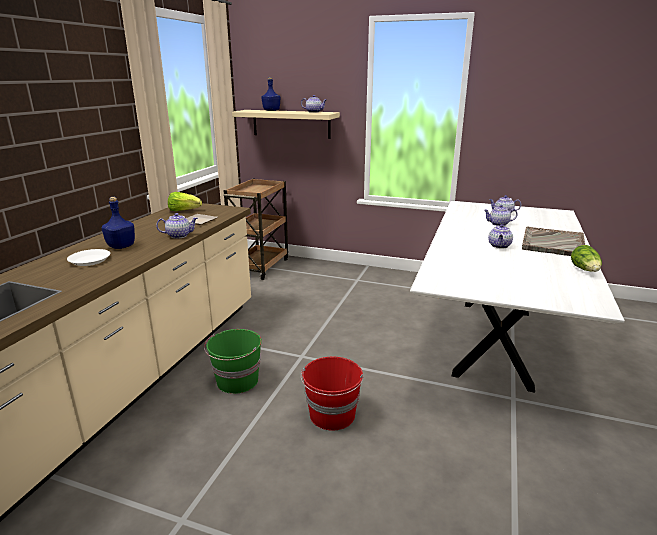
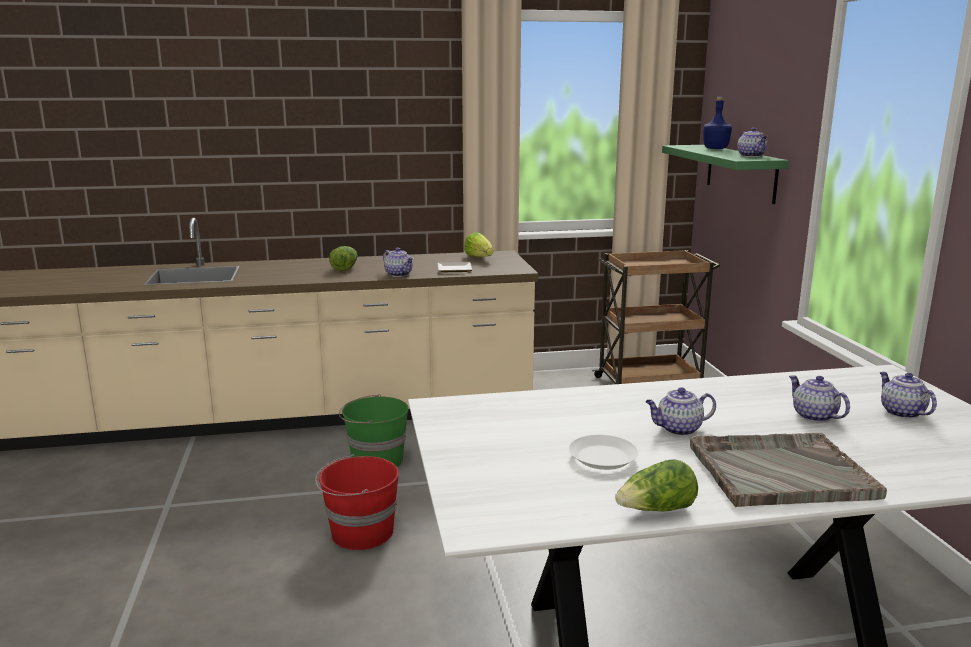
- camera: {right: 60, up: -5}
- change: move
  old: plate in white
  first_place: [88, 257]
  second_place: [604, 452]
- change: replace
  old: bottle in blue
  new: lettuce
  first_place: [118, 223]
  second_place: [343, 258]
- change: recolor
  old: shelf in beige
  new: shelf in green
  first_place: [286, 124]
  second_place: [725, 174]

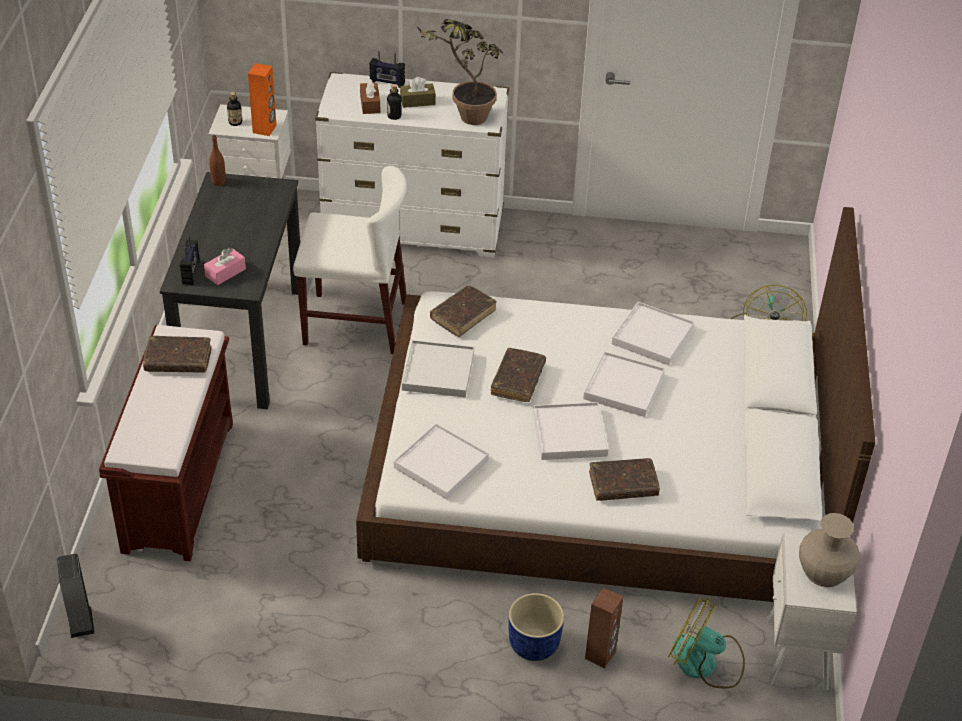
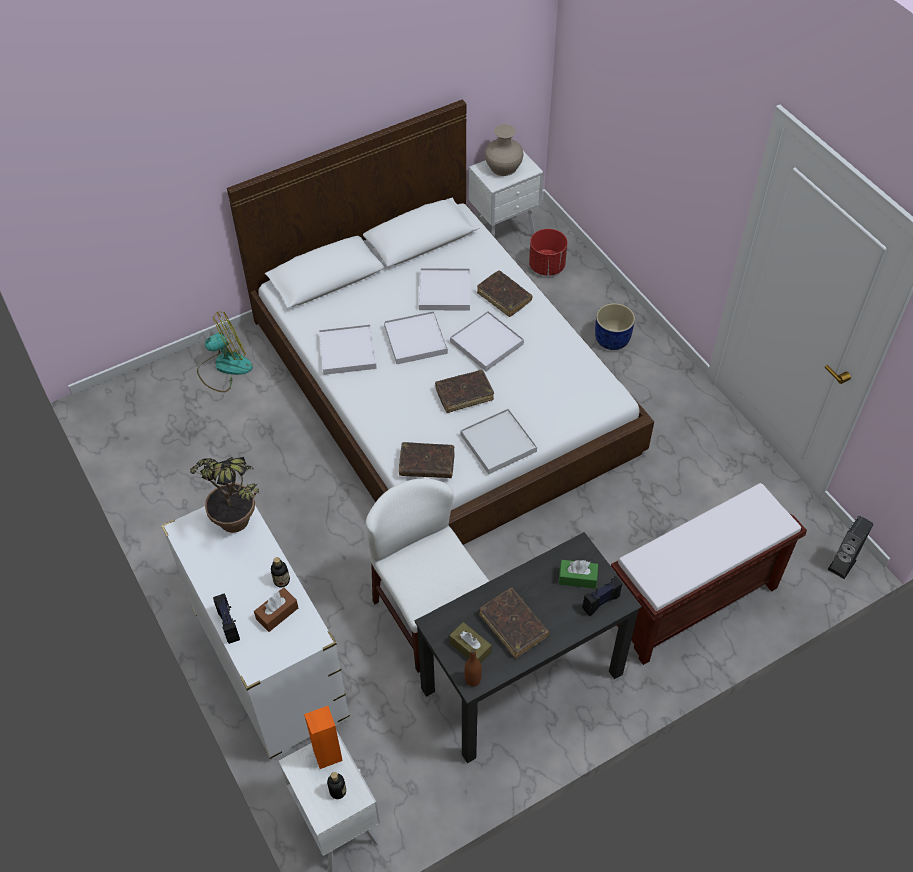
- camera: {right: -125, up: 10}
- change: move
  old: book in brown
  first_place: [177, 354]
  second_place: [514, 623]
- change: recolor
  old: tissue box in pink
  new: tissue box in green
  first_place: [225, 266]
  second_place: [578, 574]
- change: move
  old: tray in white
  first_place: [441, 461]
  second_place: [444, 289]
- change: move
  old: tissue box in brown
  first_place: [418, 92]
  second_place: [471, 642]
- change: delete
  old: speaker in brown
  first_place: [604, 628]
- change: replace
  old: fan
  new: planter in red
  first_place: [706, 642]
  second_place: [548, 252]

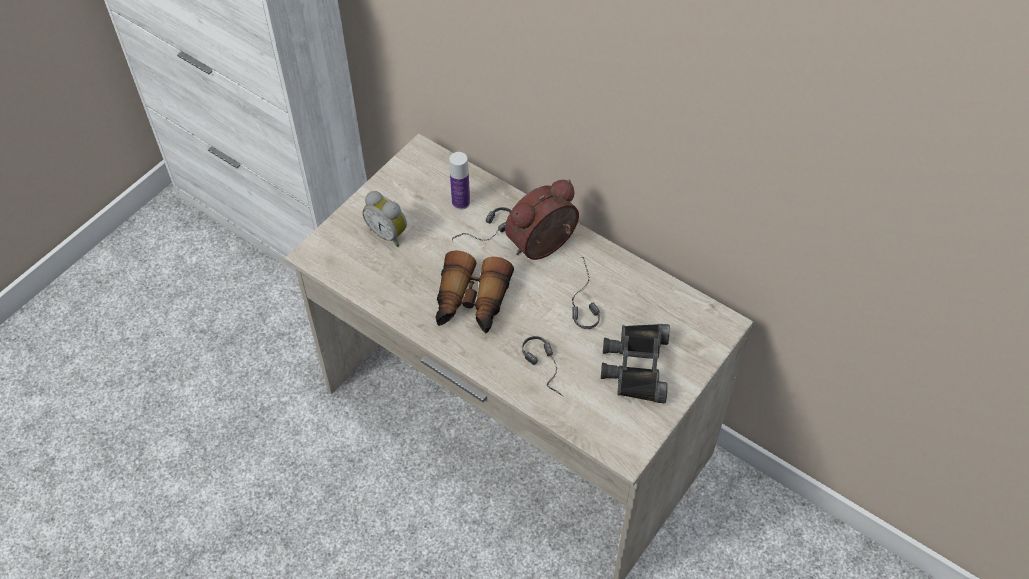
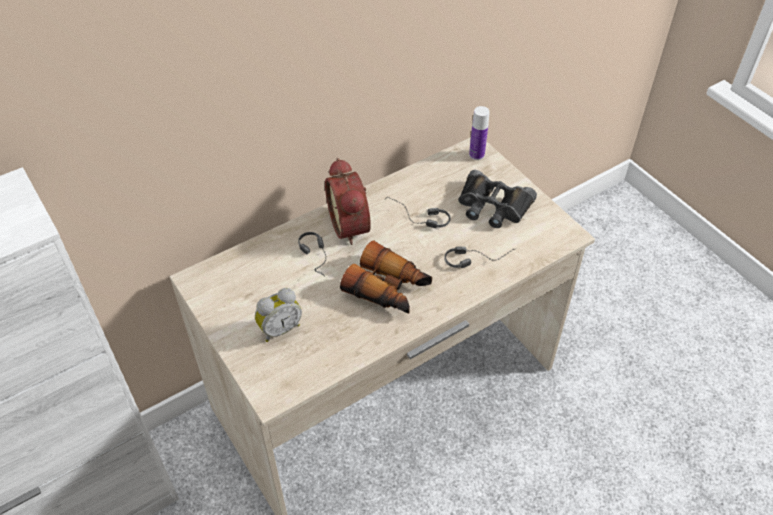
- camera: {right: -70, up: -5}
- change: move
  old: bottle
  first_place: [459, 181]
  second_place: [479, 133]

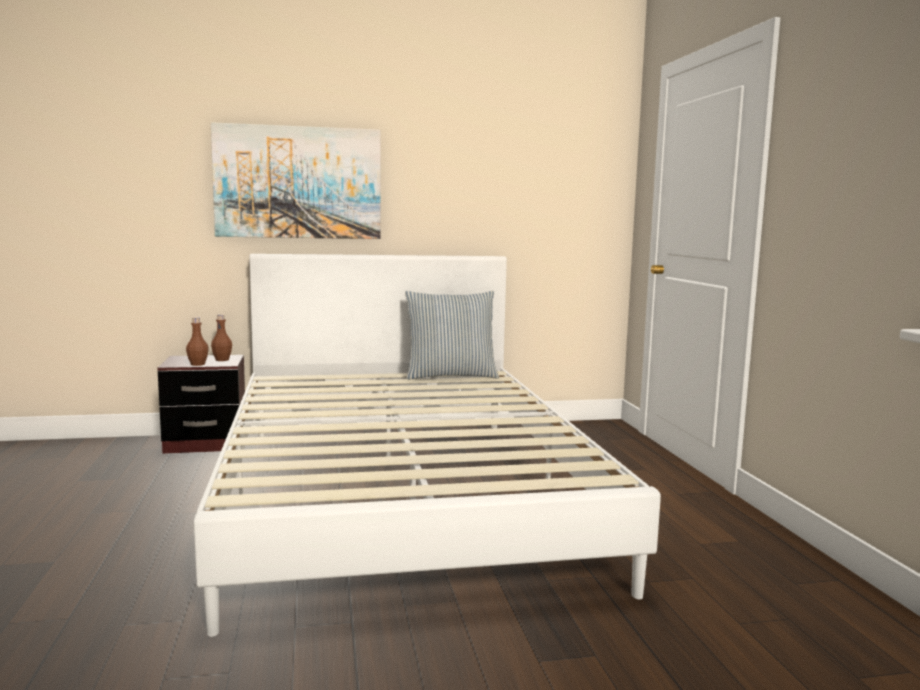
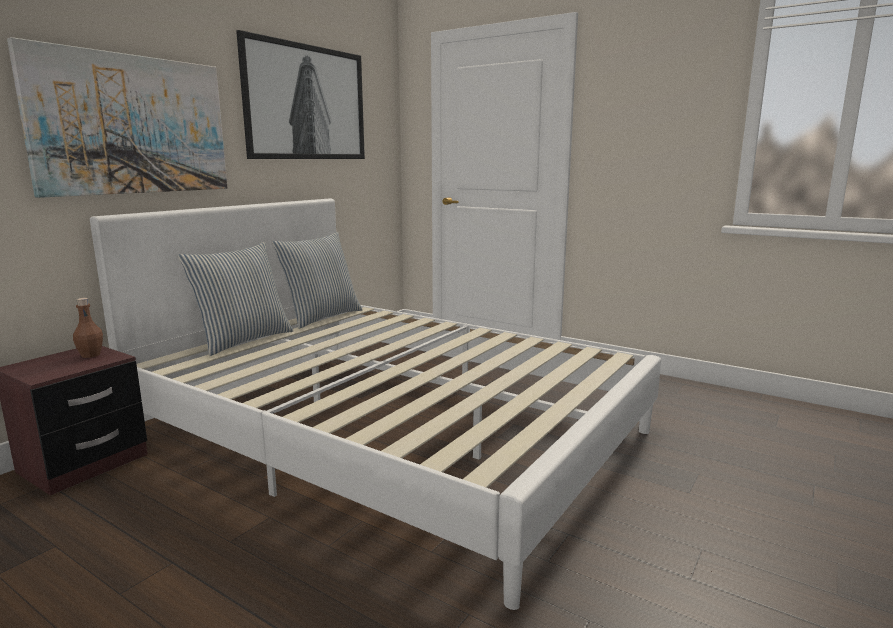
- camera: {right: -45, up: 5}
- change: delete
  old: bottle in brown
  first_place: [197, 341]
- change: insert
  new: pillow
  second_place: [236, 299]
- change: insert
  new: picture
  second_place: [300, 94]

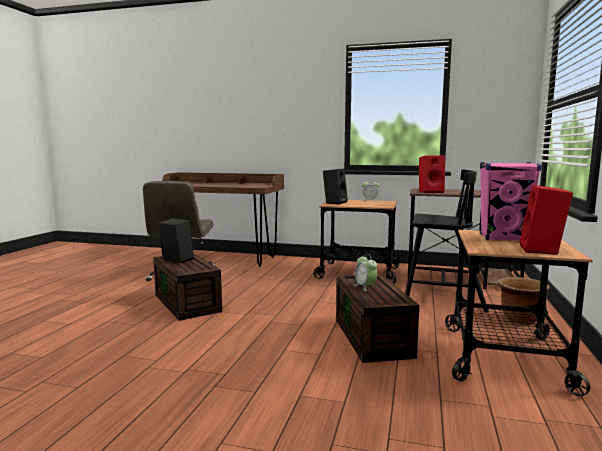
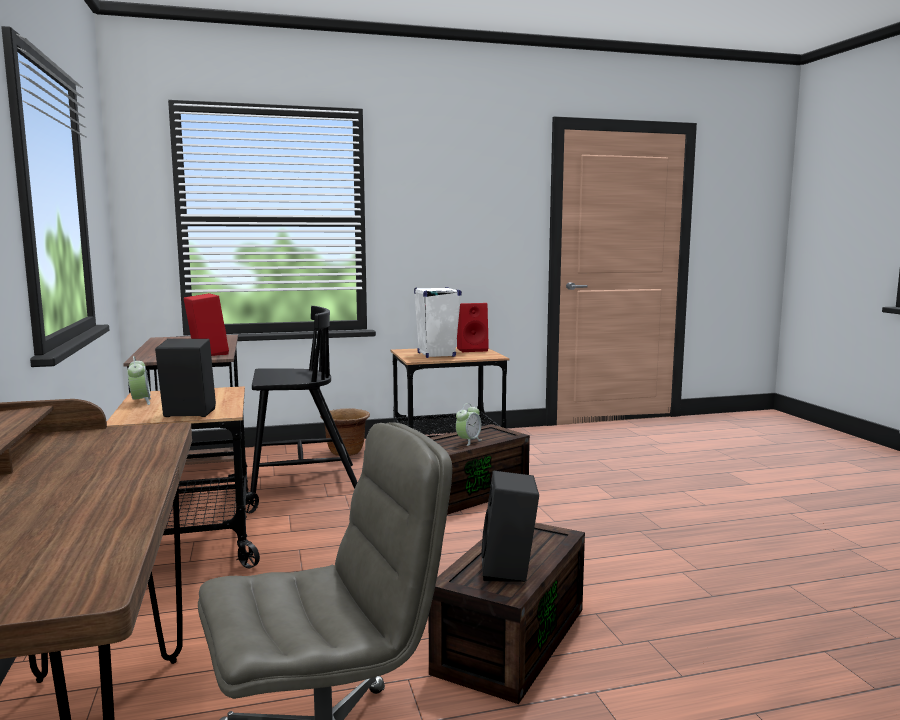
- camera: {right: -120, up: 0}
- change: rotate
  old: chair in black
  first_place: [447, 241]
  second_place: [303, 402]
  degrees: 90
- change: recolor
  old: speaker in pink
  new: speaker in white
  first_place: [511, 201]
  second_place: [438, 322]

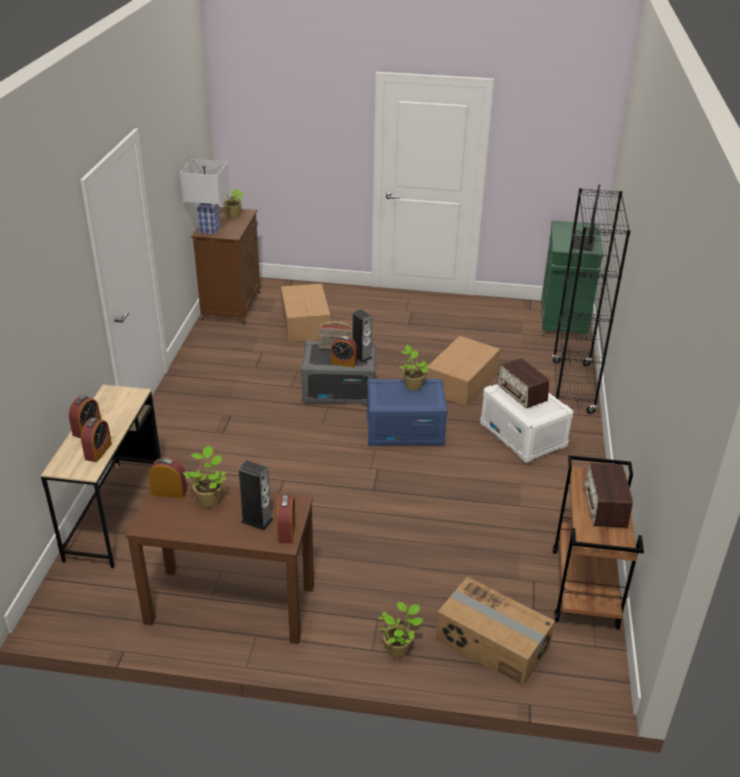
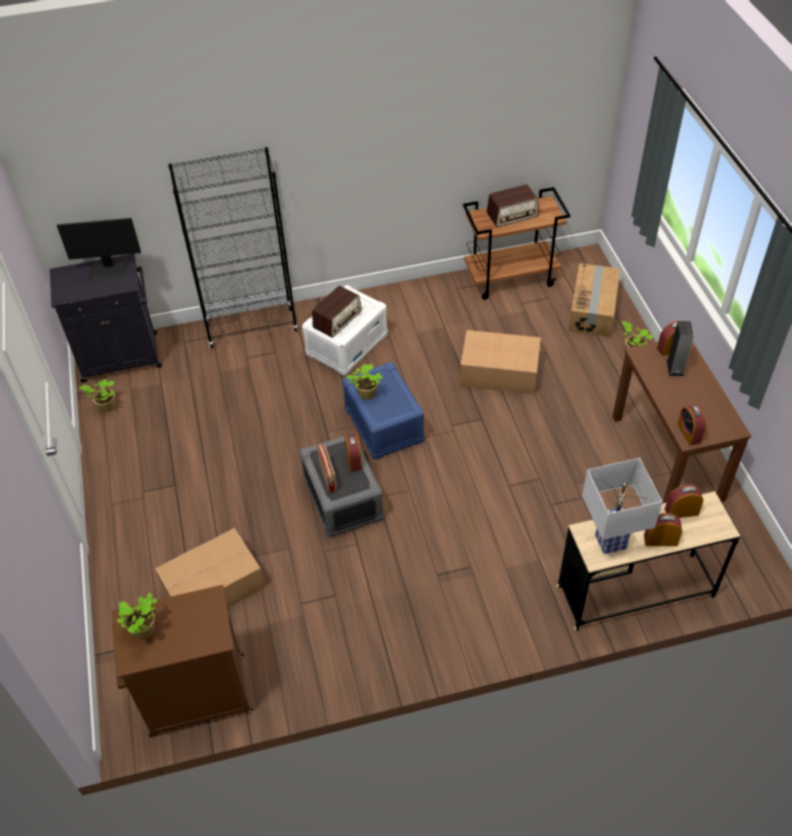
- camera: {right: -110, up: 15}
- change: move
  old: table lamp in white
  first_place: [205, 196]
  second_place: [622, 506]
- change: move
  old: potted plant
  first_place: [204, 476]
  second_place: [97, 395]
- change: delete
  old: speaker
  first_place: [363, 335]
- change: move
  old: cardboard box
  first_place: [463, 371]
  second_place: [500, 362]
- change: recolor
  old: cabinet in green
  new: cabinet in black
  first_place: [572, 280]
  second_place: [106, 318]

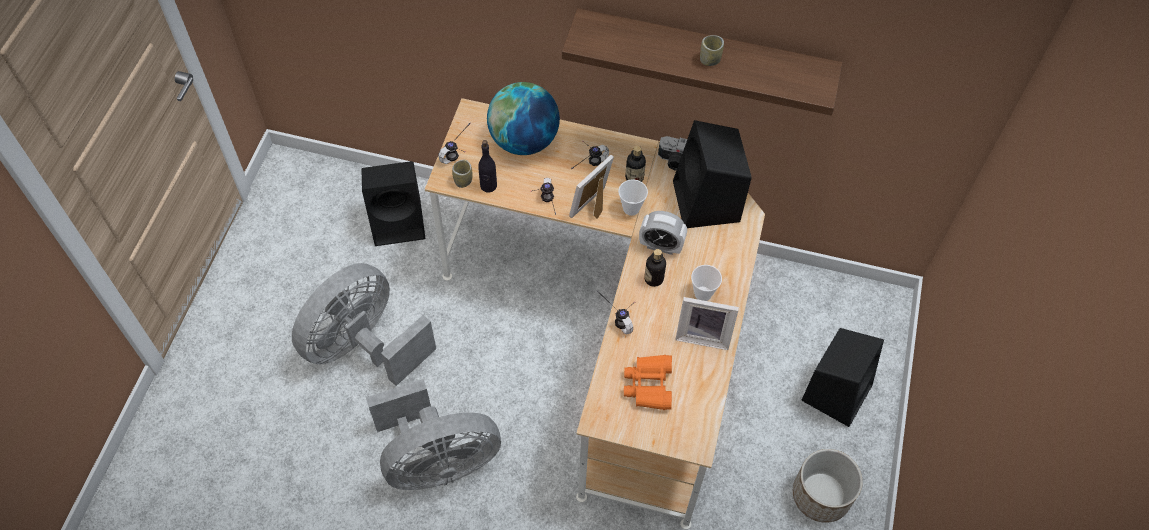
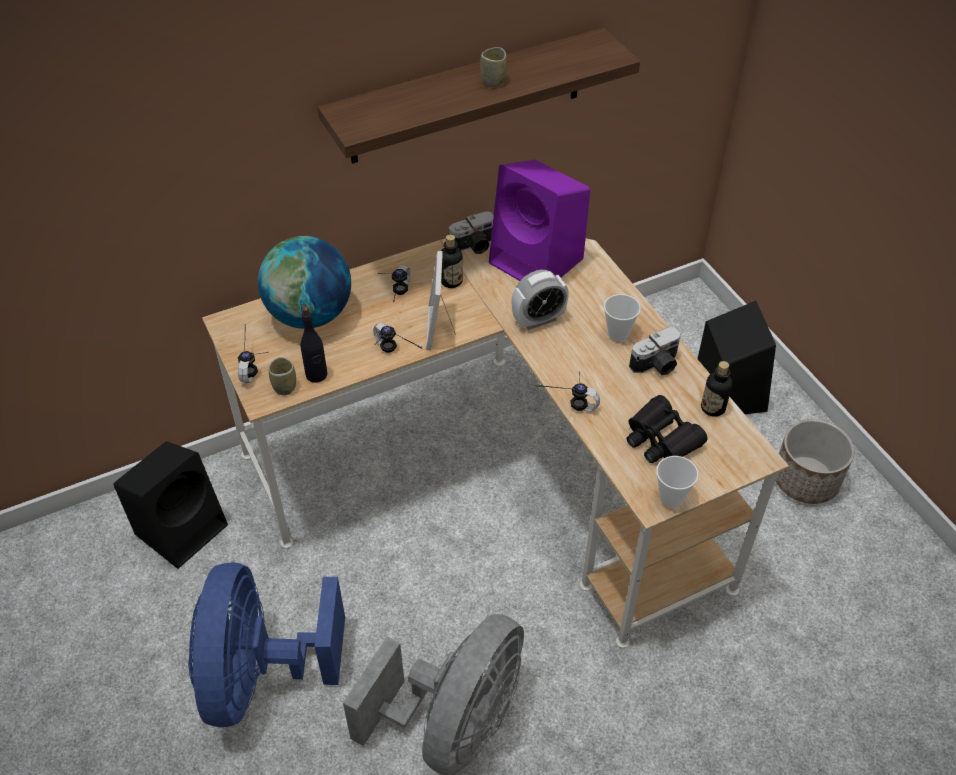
- camera: {right: -40, up: -10}
- change: recolor
  old: fan in grey
  new: fan in blue
  first_place: [364, 324]
  second_place: [266, 644]
- change: move
  old: cup
  first_place: [633, 197]
  second_place: [677, 481]
- change: recolor
  old: binoculars in orange
  new: binoculars in black
  first_place: [648, 382]
  second_place: [667, 429]
- change: move
  old: bottle
  first_place: [655, 268]
  second_place: [716, 389]
- change: recolor
  old: speaker in black
  new: speaker in purple
  first_place: [712, 174]
  second_place: [539, 220]
- change: replace
  old: picture frame
  new: photo camera
  first_place: [707, 323]
  second_place: [655, 351]

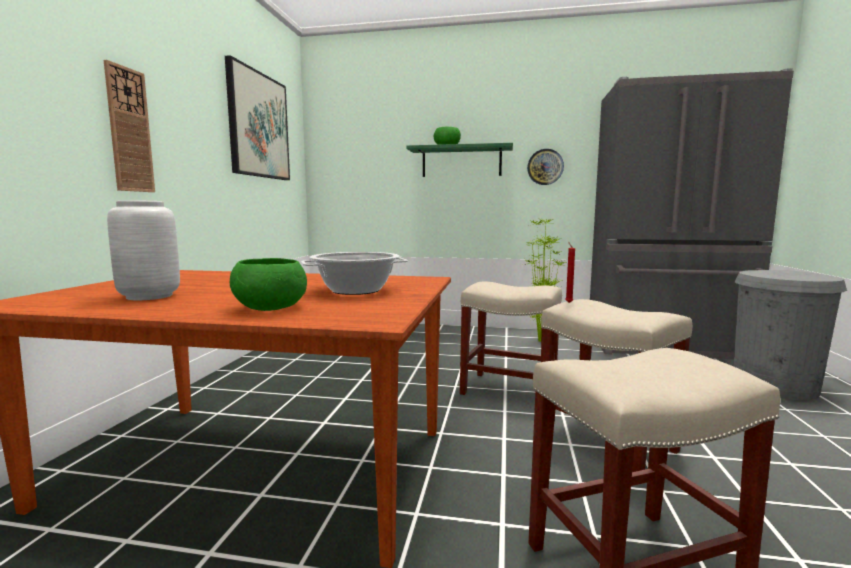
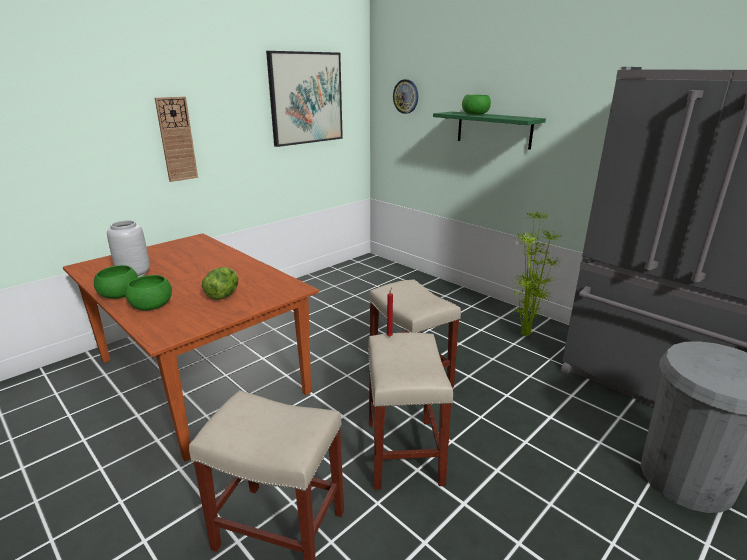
- camera: {right: 35, up: 15}
- change: replace
  old: cooking pot
  new: lettuce
  first_place: [354, 273]
  second_place: [220, 283]
- change: move
  old: wall clock
  first_place: [545, 167]
  second_place: [405, 96]
- change: insert
  new: bowl in green
  second_place: [116, 282]

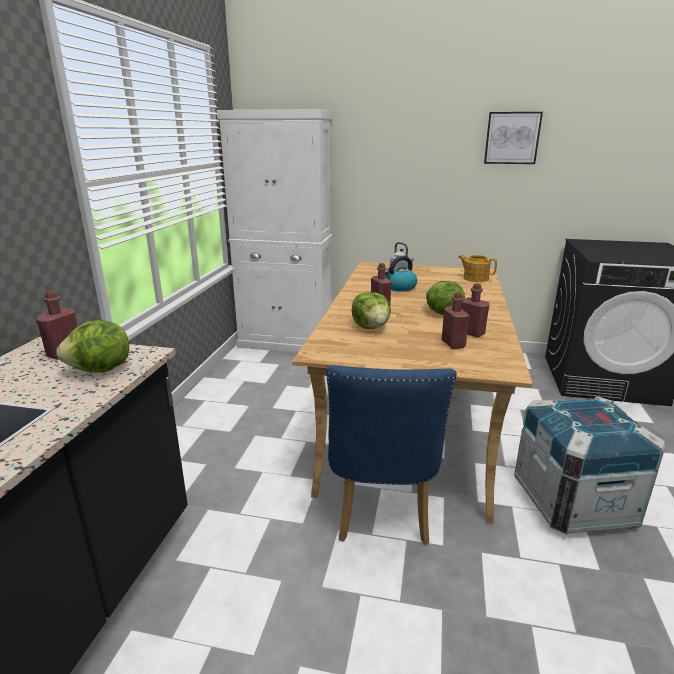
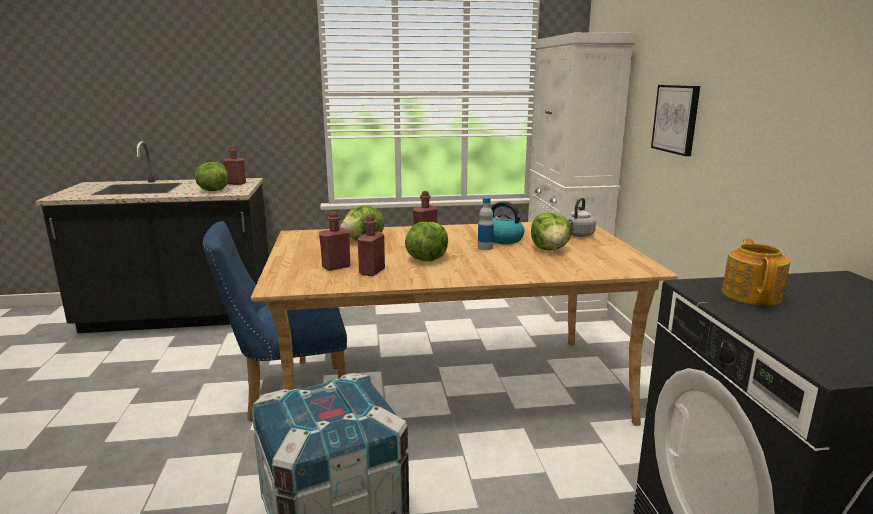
- camera: {right: 70, up: -5}
- change: move
  old: teapot
  first_place: [477, 268]
  second_place: [756, 272]
- change: move
  old: picture
  first_place: [513, 138]
  second_place: [675, 120]
- change: insert
  new: bottle
  second_place: [486, 223]
- change: insert
  new: lettuce
  second_place: [551, 231]

